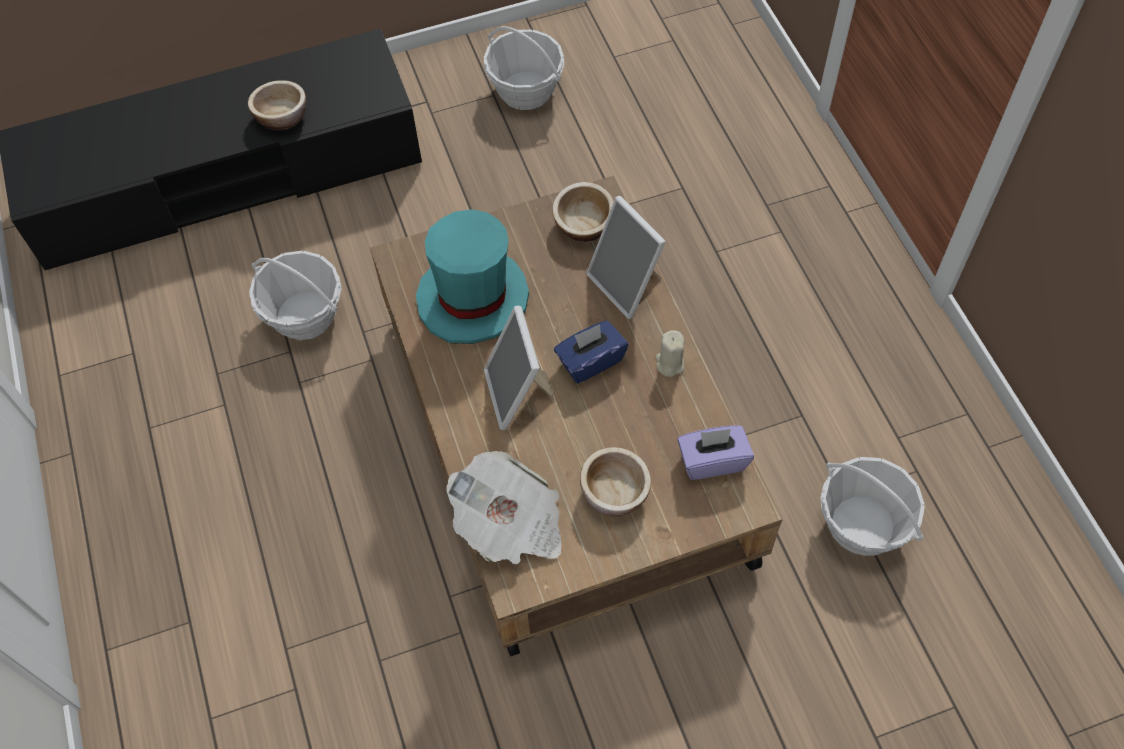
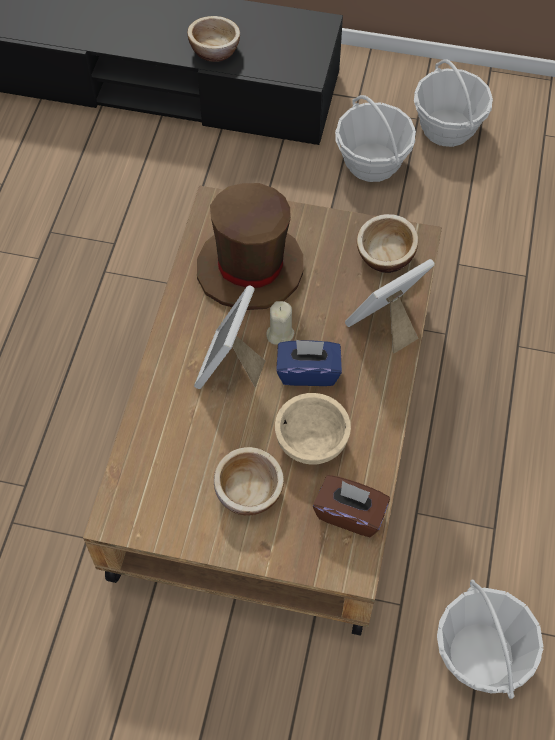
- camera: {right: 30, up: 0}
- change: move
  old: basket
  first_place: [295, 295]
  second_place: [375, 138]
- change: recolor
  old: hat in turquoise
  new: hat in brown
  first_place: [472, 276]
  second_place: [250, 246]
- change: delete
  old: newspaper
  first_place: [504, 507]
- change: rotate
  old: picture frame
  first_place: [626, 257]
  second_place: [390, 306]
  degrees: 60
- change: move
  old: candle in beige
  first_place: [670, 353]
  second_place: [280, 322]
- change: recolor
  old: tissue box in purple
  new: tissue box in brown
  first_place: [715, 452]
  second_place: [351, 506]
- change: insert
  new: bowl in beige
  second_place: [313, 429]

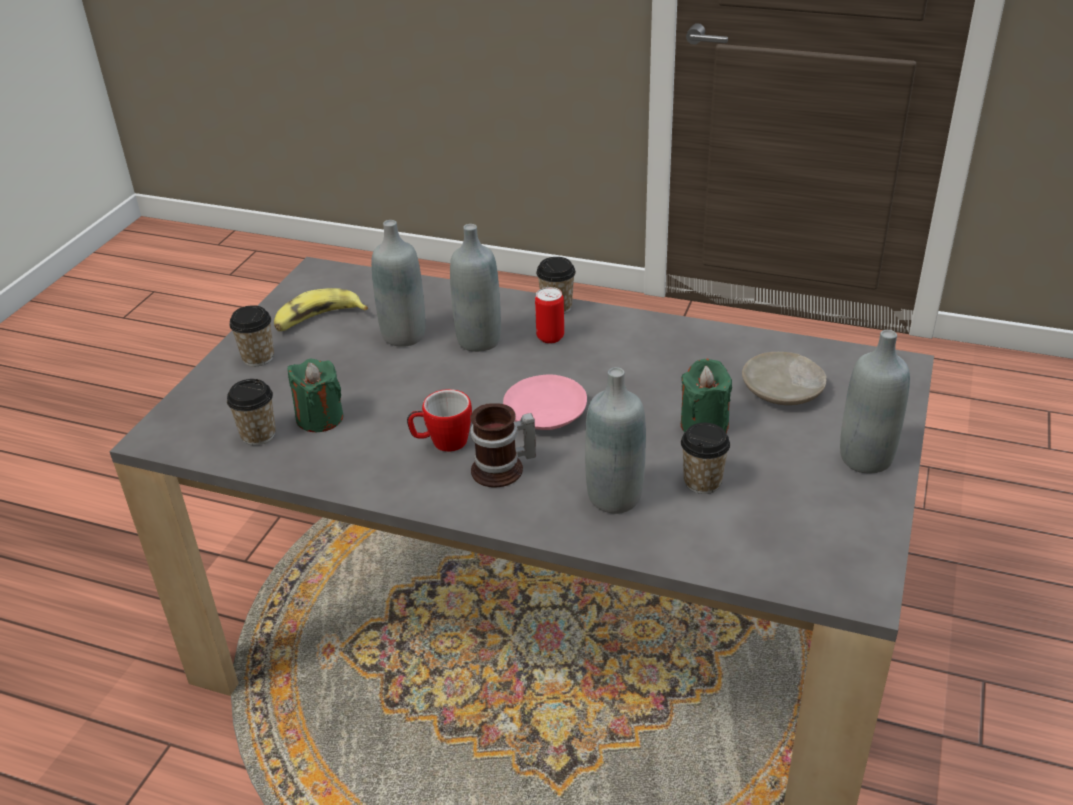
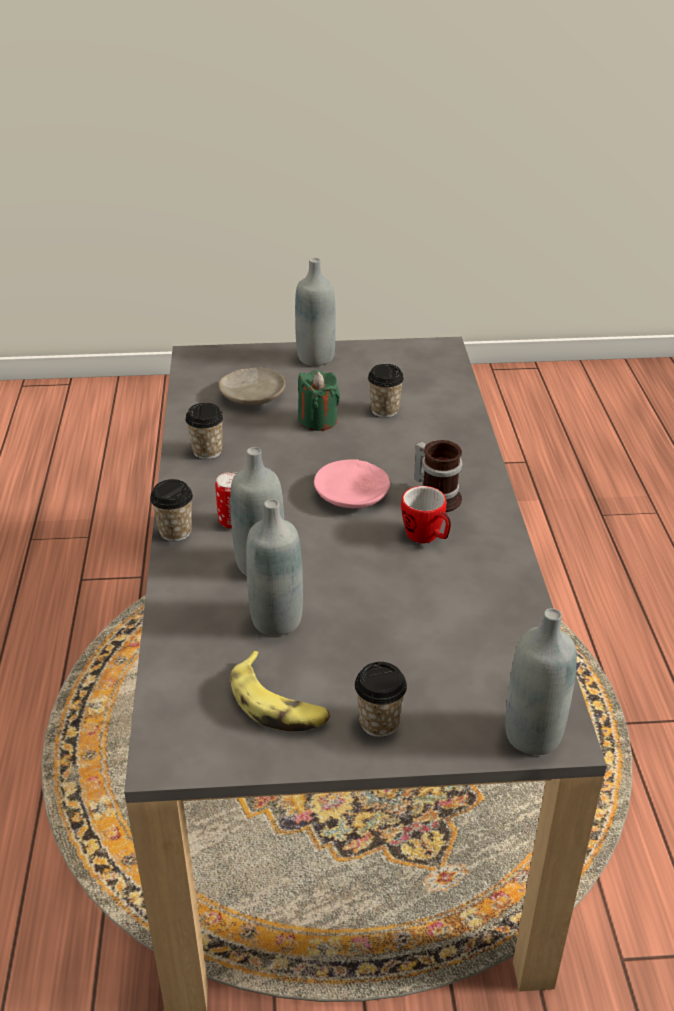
- camera: {right: -115, up: 0}
- change: move
  old: cup
  first_place: [251, 412]
  second_place: [204, 431]
- change: delete
  old: candle in green
  first_place: [316, 395]
- change: move
  old: bottle in grey
  first_place: [615, 440]
  second_place: [541, 681]

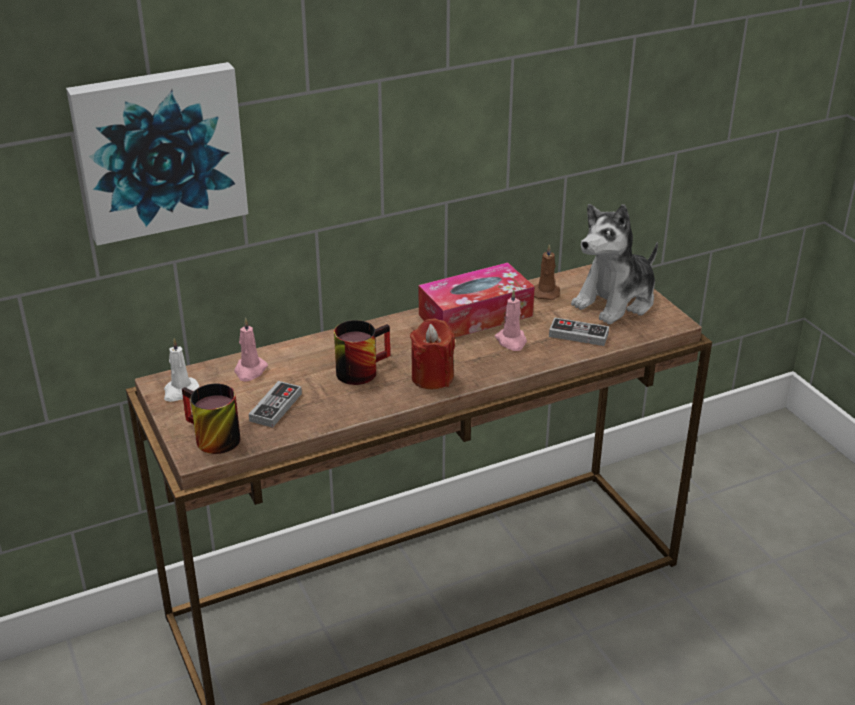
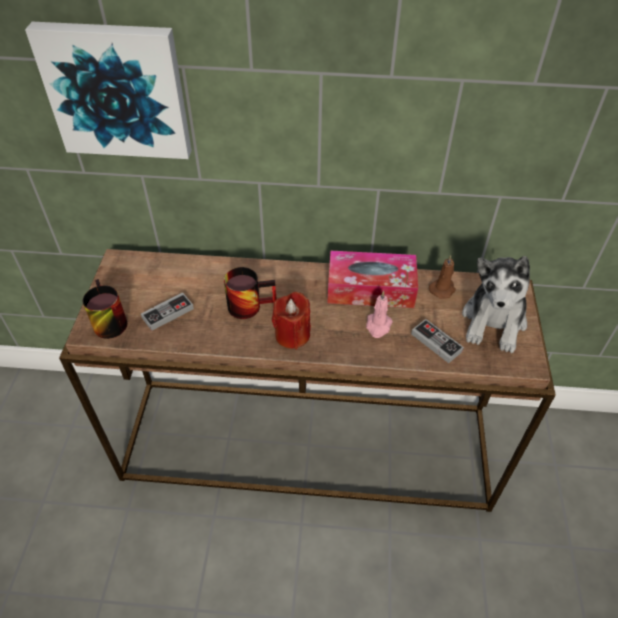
- camera: {right: 30, up: 15}
- change: delete
  old: candle in white
  first_place: [181, 370]
- change: delete
  old: candle in pink
  first_place: [251, 349]
- change: rotate
  old: plush toy
  first_place: [614, 264]
  second_place: [496, 304]
  degrees: -60

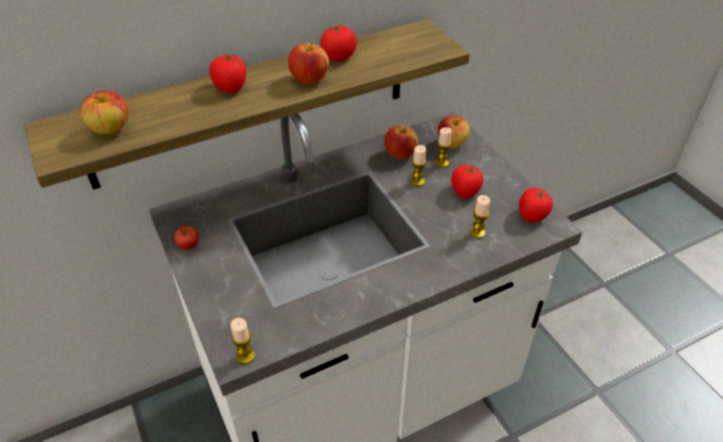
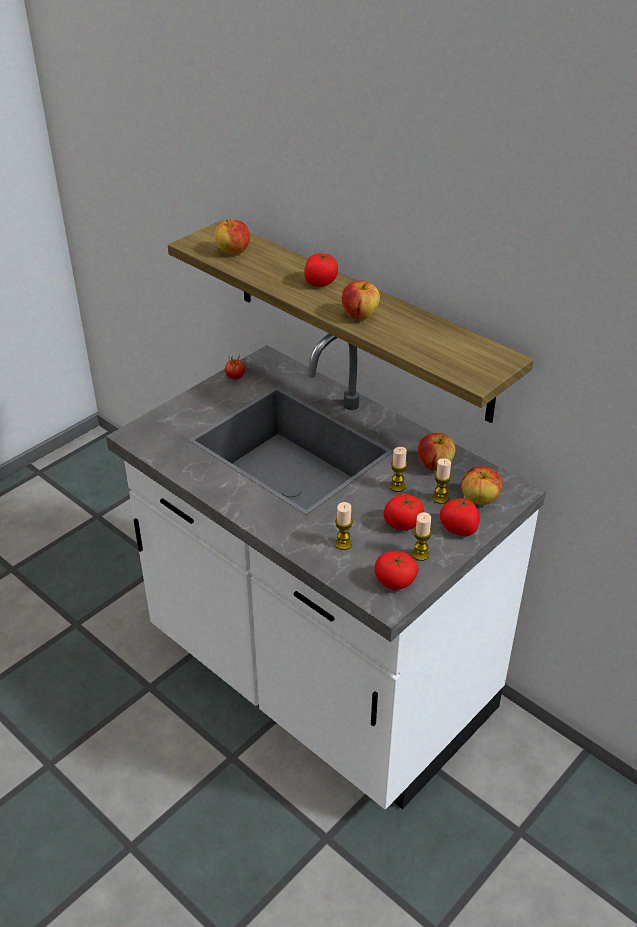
- camera: {right: 70, up: -5}
- change: move
  old: candle
  first_place: [243, 341]
  second_place: [422, 536]
- change: move
  old: tomato
  first_place: [338, 43]
  second_place: [460, 516]

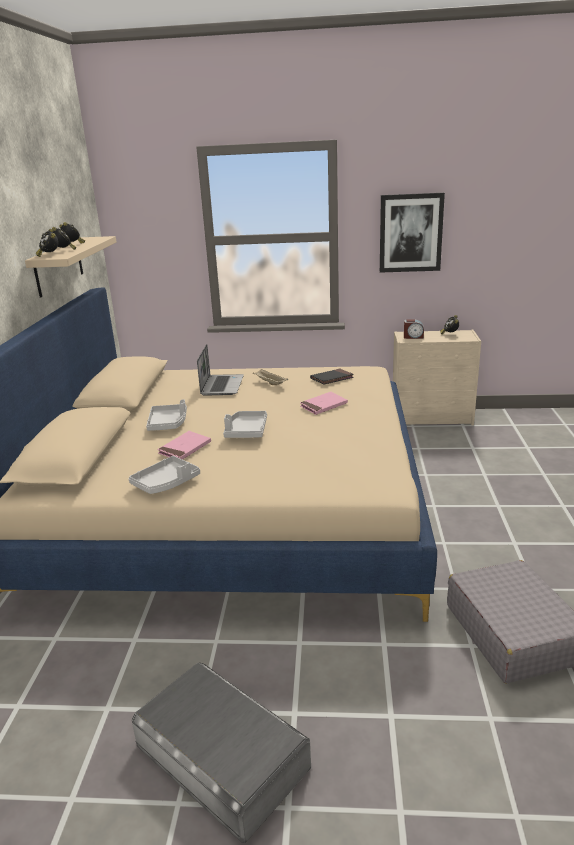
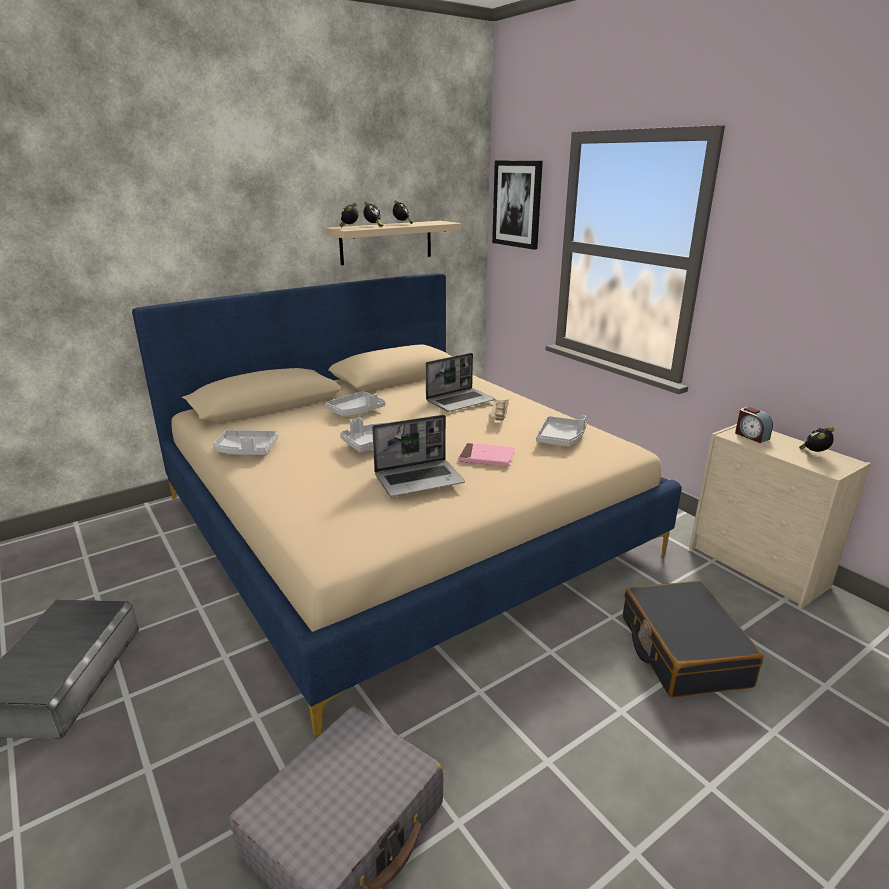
- camera: {right: 50, up: 0}
- change: delete
  old: book in pink
  first_place: [184, 445]
- change: replace
  old: book in black
  new: tray in grey
  first_place: [332, 376]
  second_place: [561, 430]
- change: move
  old: picture
  first_place: [412, 233]
  second_place: [517, 205]
- change: insert
  new: laptop
  second_place: [418, 456]
- change: insert
  new: suitcase in black
  second_place: [693, 639]

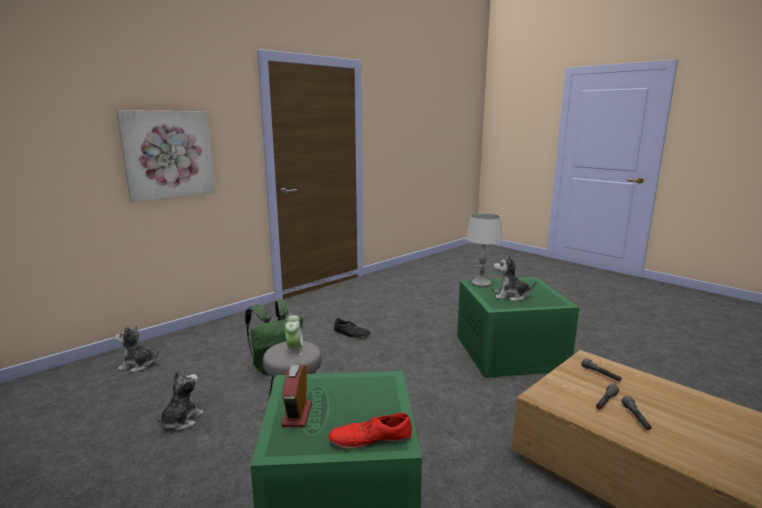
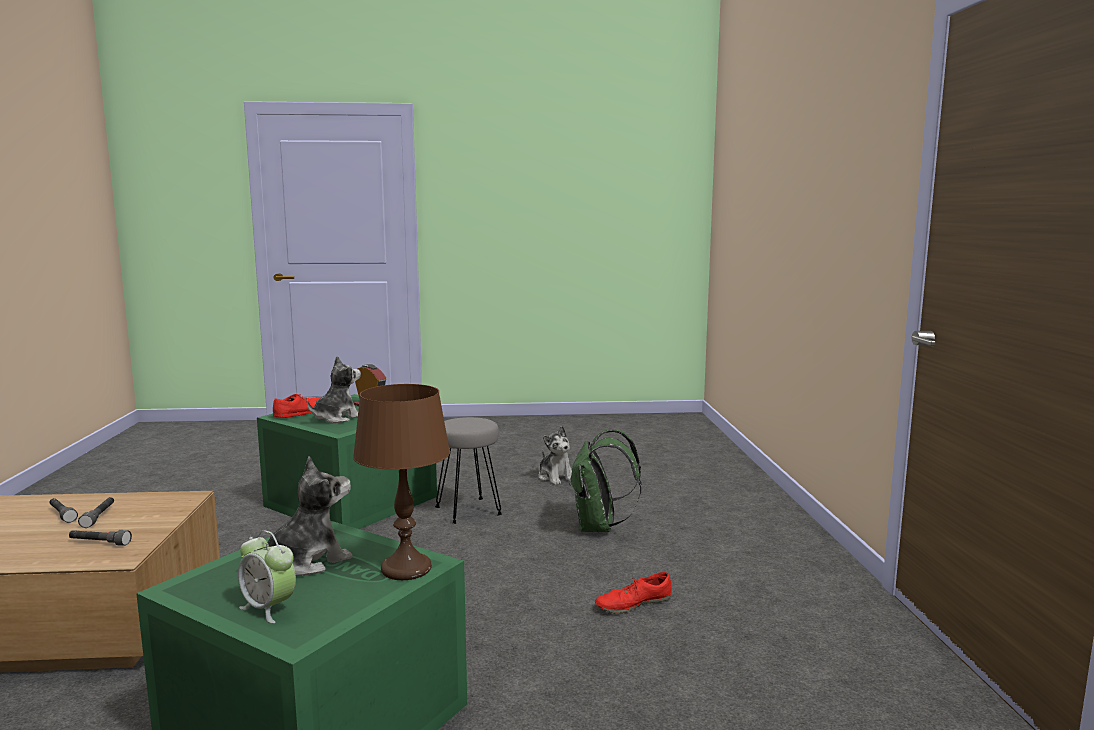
- camera: {right: 130, up: -5}
- change: move
  old: plush toy
  first_place: [137, 348]
  second_place: [334, 389]
- change: delete
  old: picture
  first_place: [165, 156]
- change: move
  old: alarm clock
  first_place: [294, 334]
  second_place: [267, 577]
- change: recolor
  old: shoe in black
  new: shoe in red
  first_place: [352, 328]
  second_place: [633, 593]
- change: recolor
  old: table lamp in grey
  new: table lamp in brown
  first_place: [484, 250]
  second_place: [401, 482]

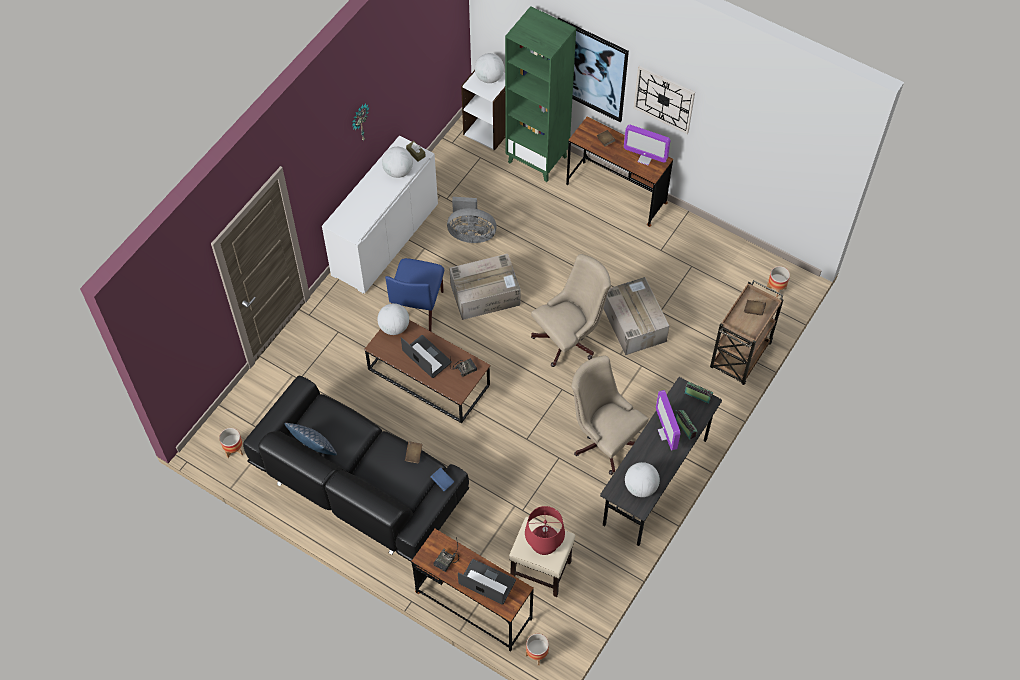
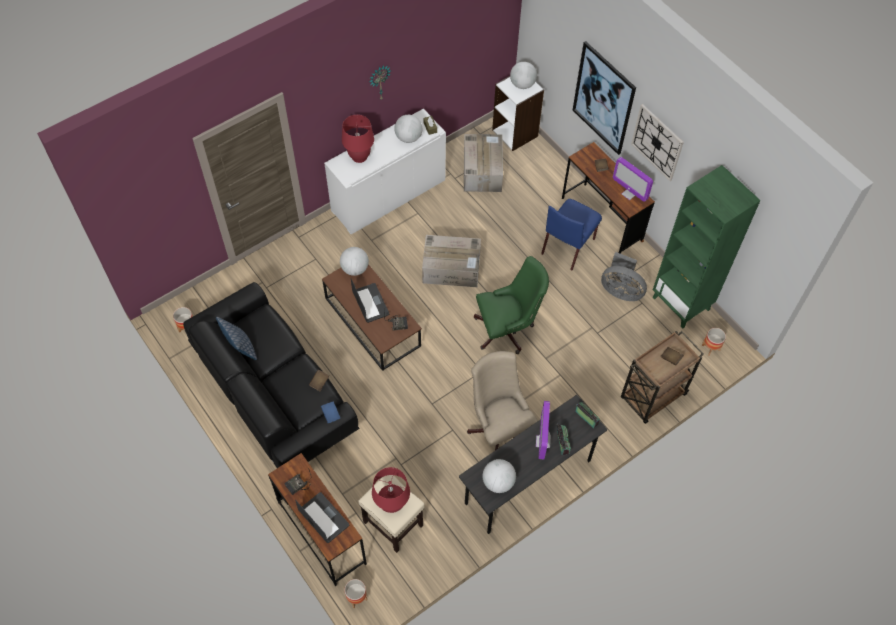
- camera: {right: 20, up: 0}
- change: move
  old: chair in blue
  first_place: [414, 294]
  second_place: [571, 235]
- change: move
  old: fan in grey
  first_place: [472, 220]
  second_place: [624, 276]
- change: move
  old: bookcase in green
  first_place: [540, 94]
  second_place: [706, 246]
- change: recolor
  old: office chair in beige
  new: office chair in green
  first_place: [571, 310]
  second_place: [511, 305]
- change: move
  old: cardboard box
  first_place: [636, 316]
  second_place: [483, 163]
- change: insert
  new: table lamp in red
  second_place: [358, 139]

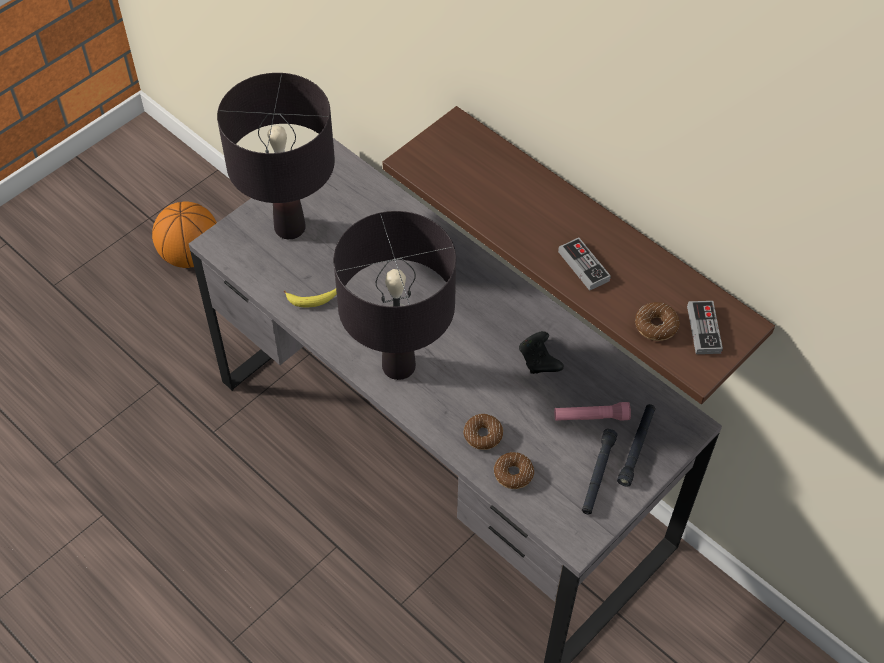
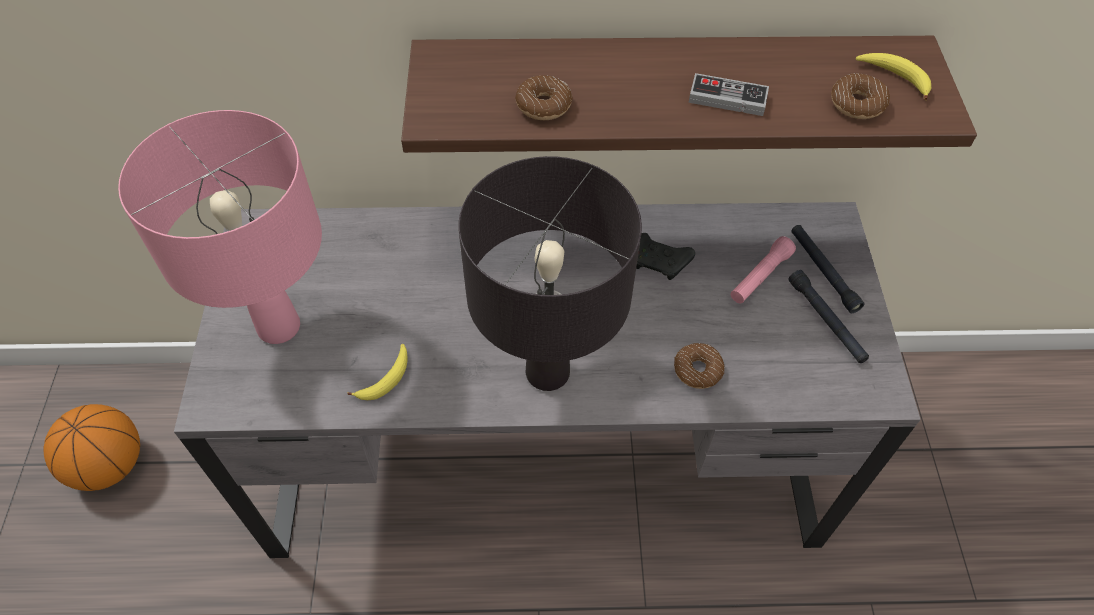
- camera: {right: -45, up: 0}
- change: recolor
  old: table lamp in black
  new: table lamp in pink
  first_place: [276, 156]
  second_place: [220, 227]
- change: move
  old: donut
  first_place: [514, 470]
  second_place: [544, 98]
- change: replace
  old: game controller
  new: banana
  first_place: [705, 327]
  second_place: [893, 76]

